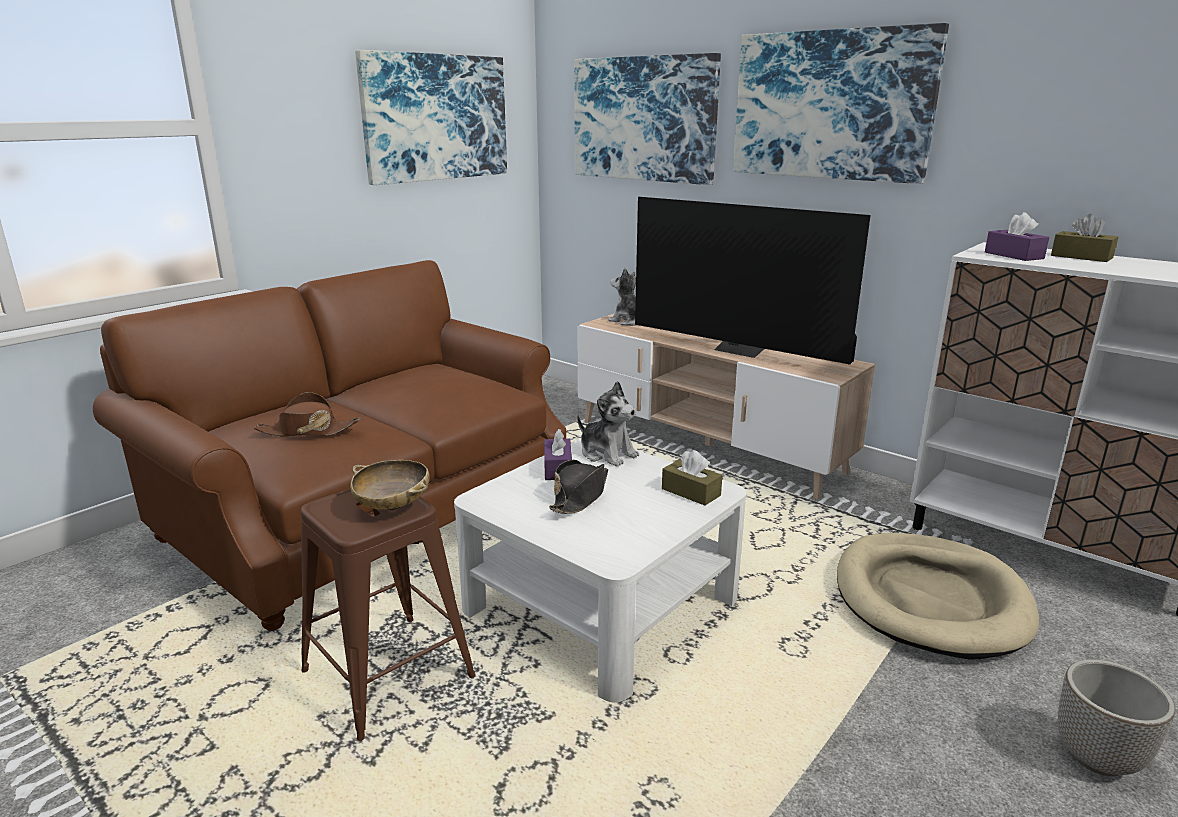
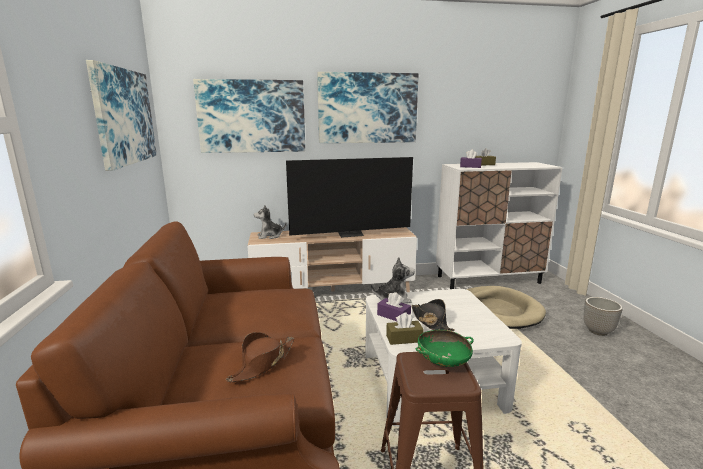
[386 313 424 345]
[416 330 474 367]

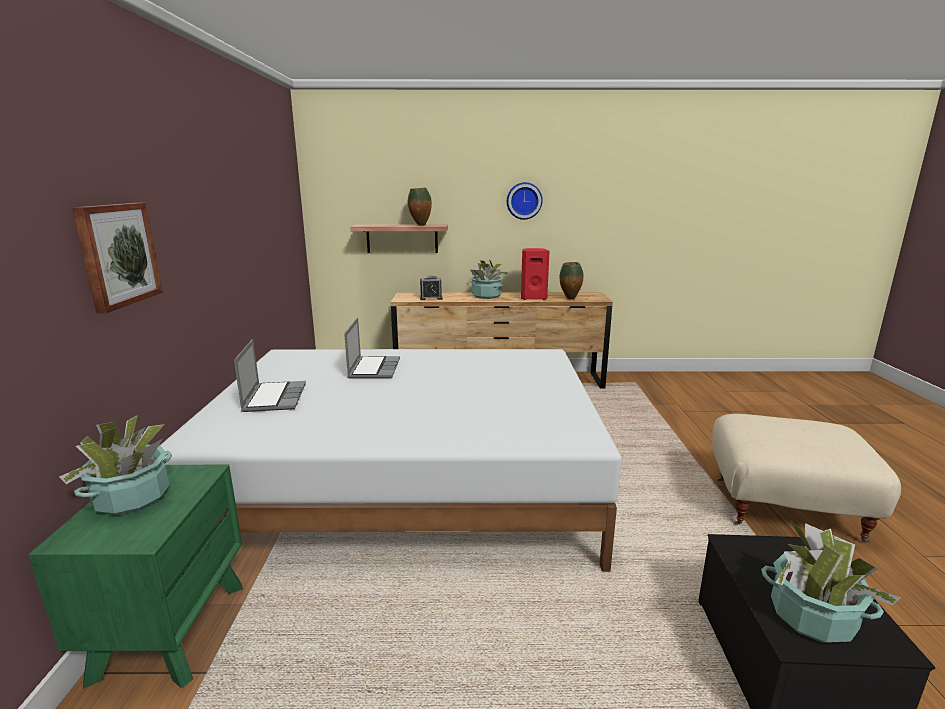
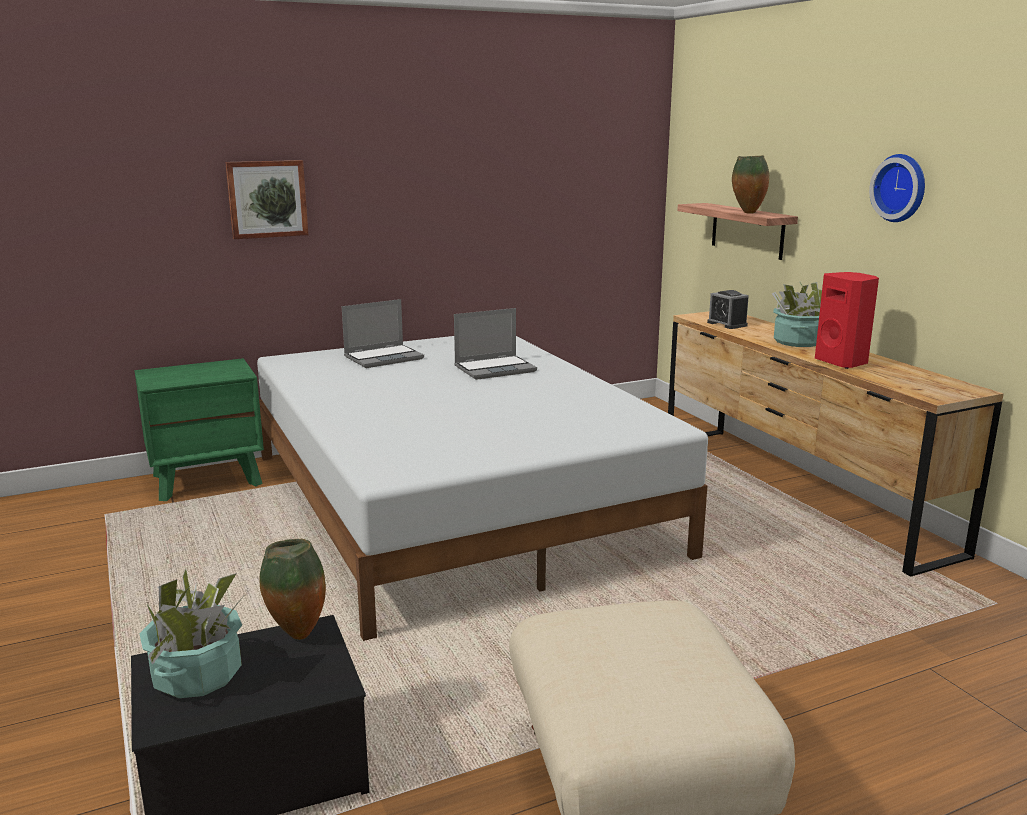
[59 415 172 515] (first image)
[260 539 326 640]

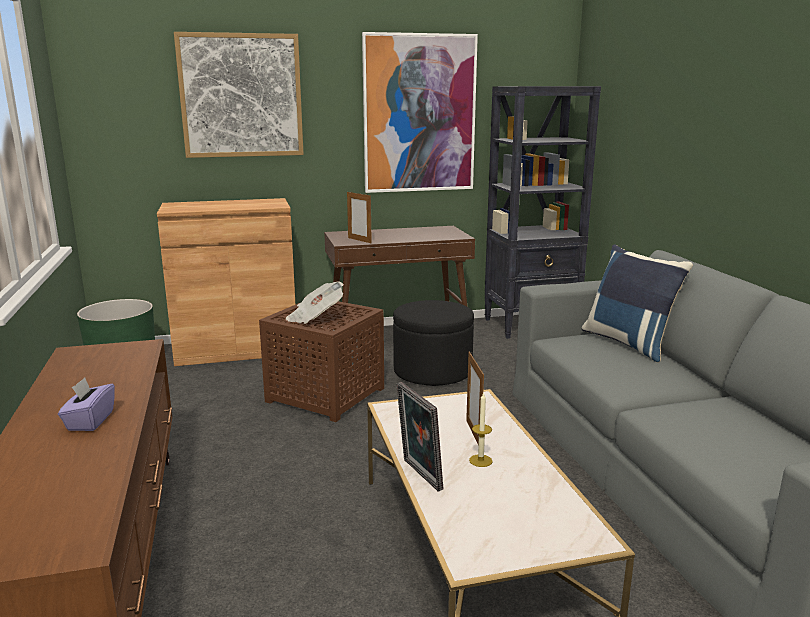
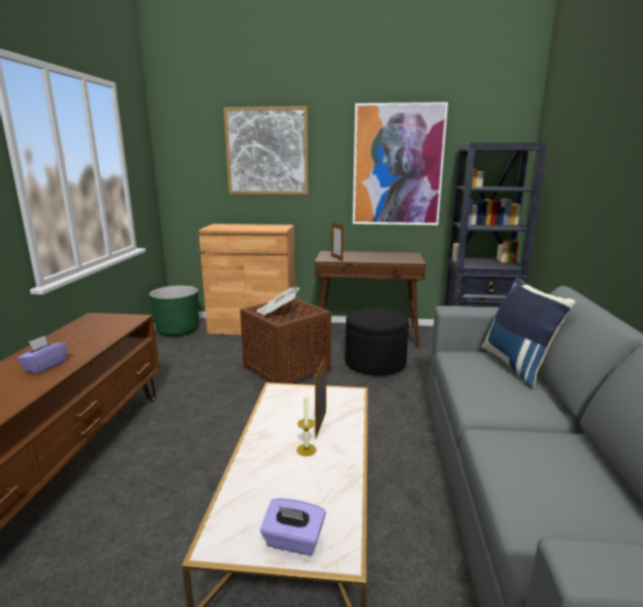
[396 382 443 491] (first image)
[260 498 326 555]

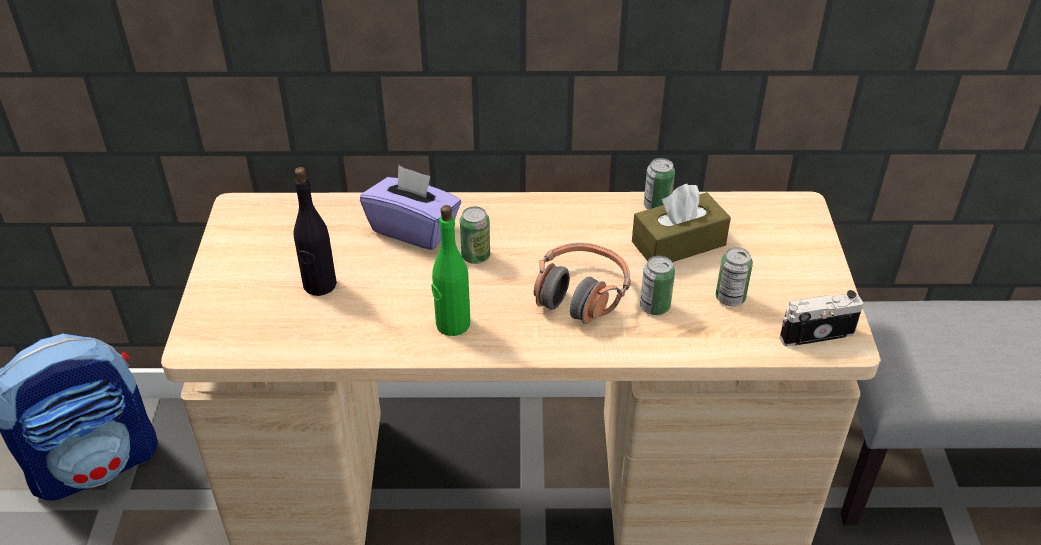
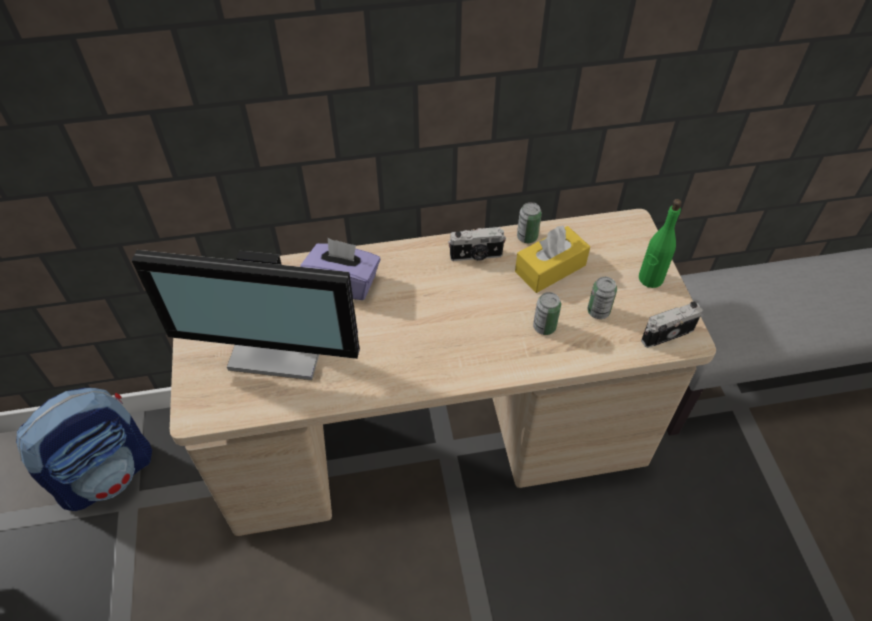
[460 206 490 264] (first image)
[534 242 631 324] (first image)
[448 227 506 261]
[639 199 682 288]
[131 250 360 380]
[515 226 590 293]

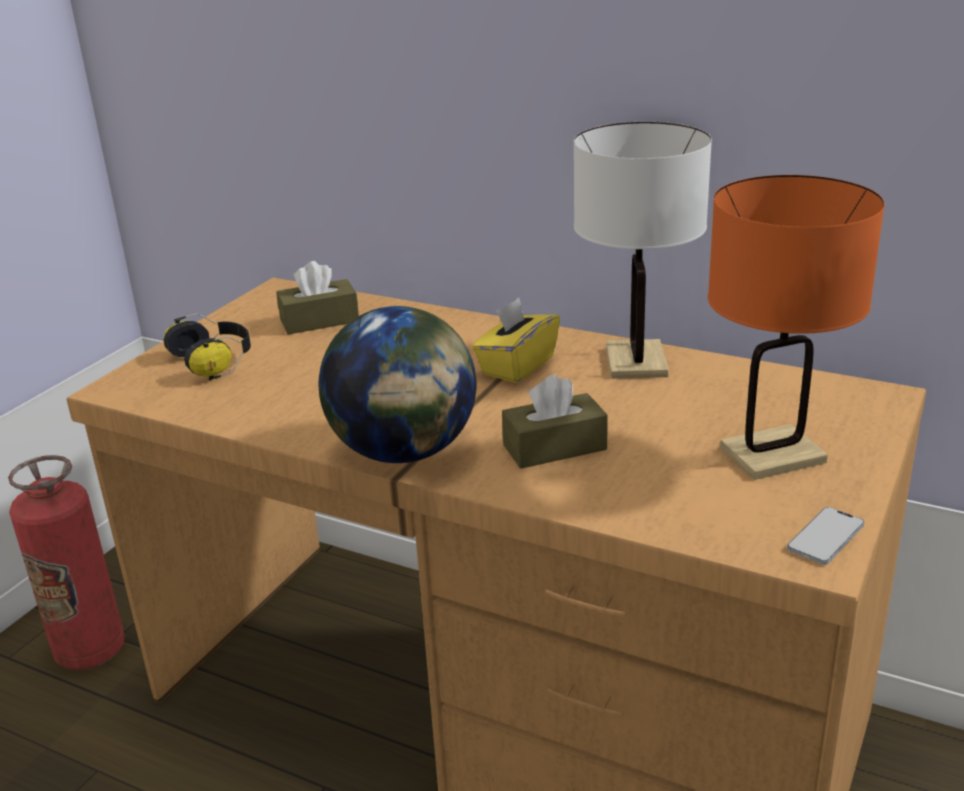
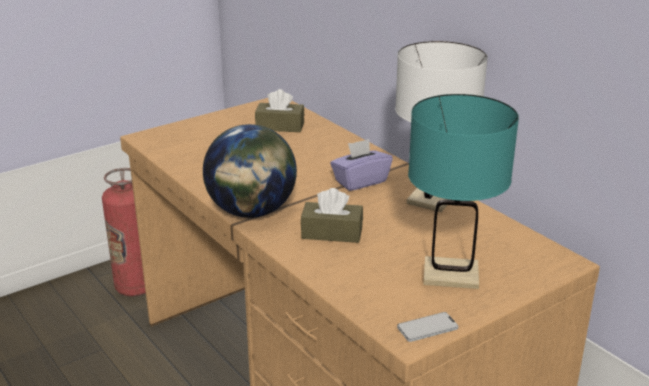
[163 313 251 380] (first image)
[330 139 393 191]
[408 94 519 289]

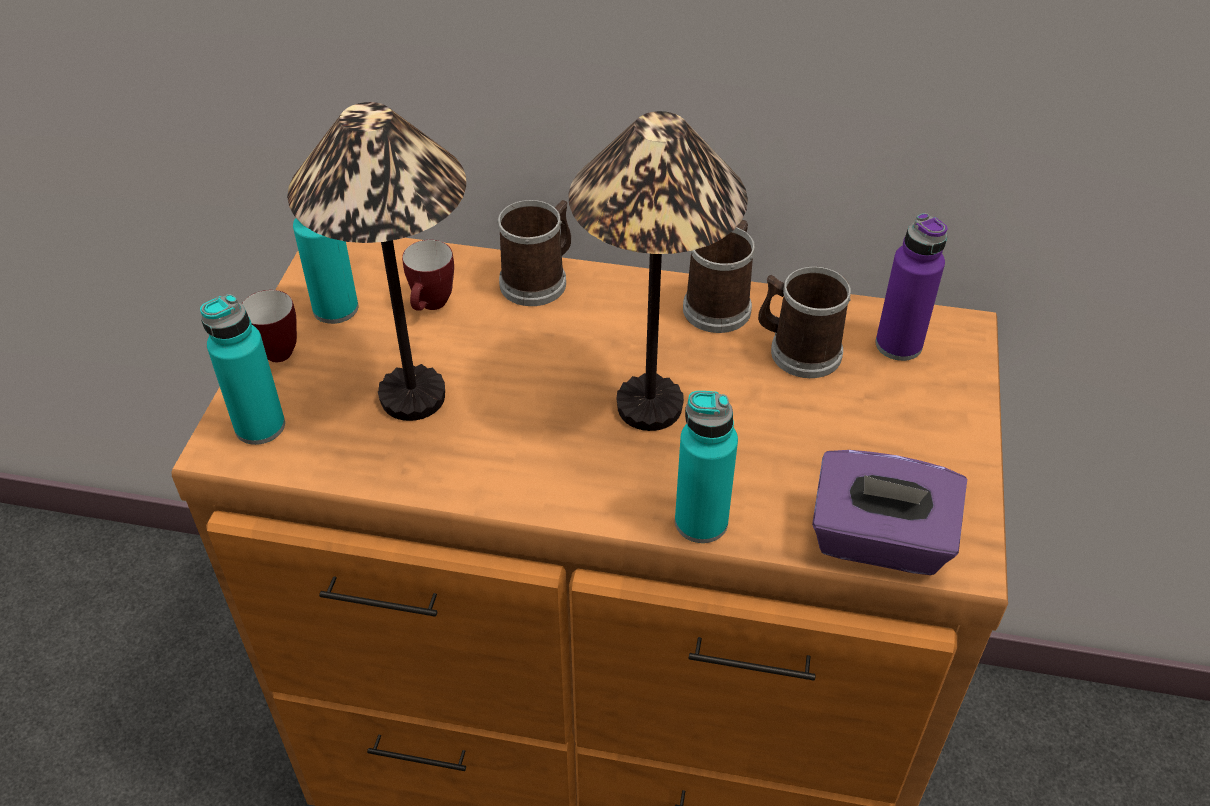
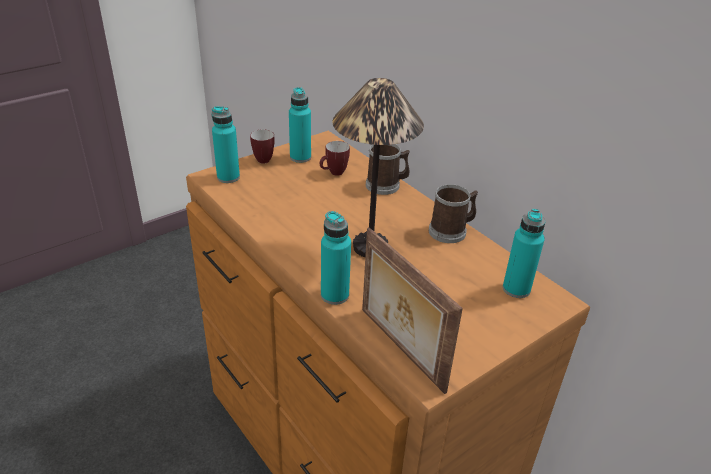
[287 102 466 421] (first image)
[758 267 851 378] (first image)
[362 228 463 394]
[503 209 545 298]

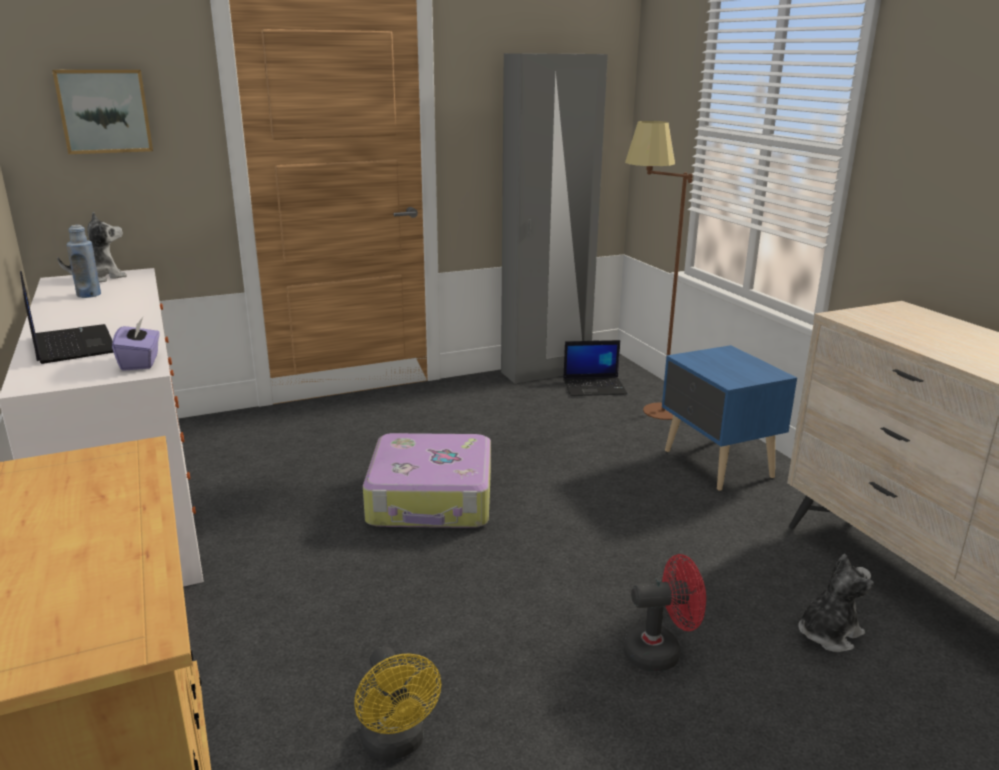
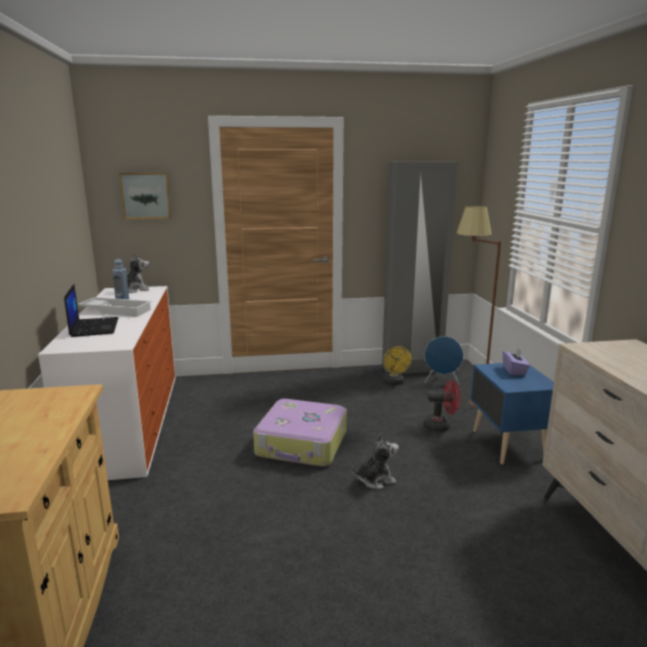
[77 297 152 317]
[503 348 530 375]
[383 346 411 385]
[424 380 460 432]
[352 433 399 489]
[425 336 463 385]

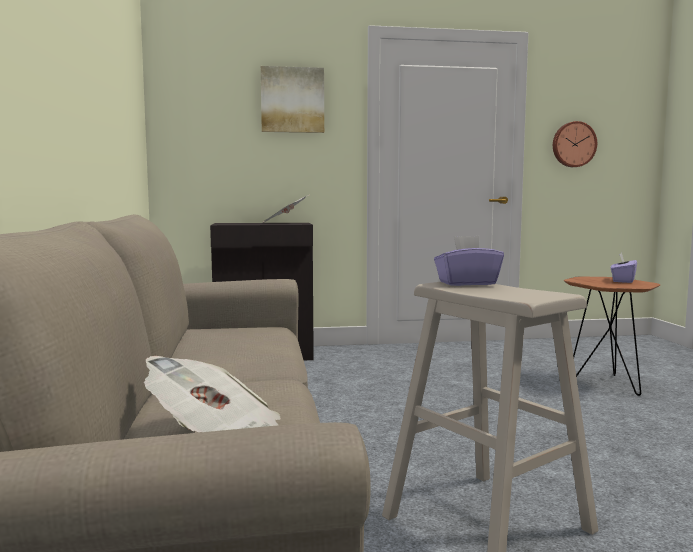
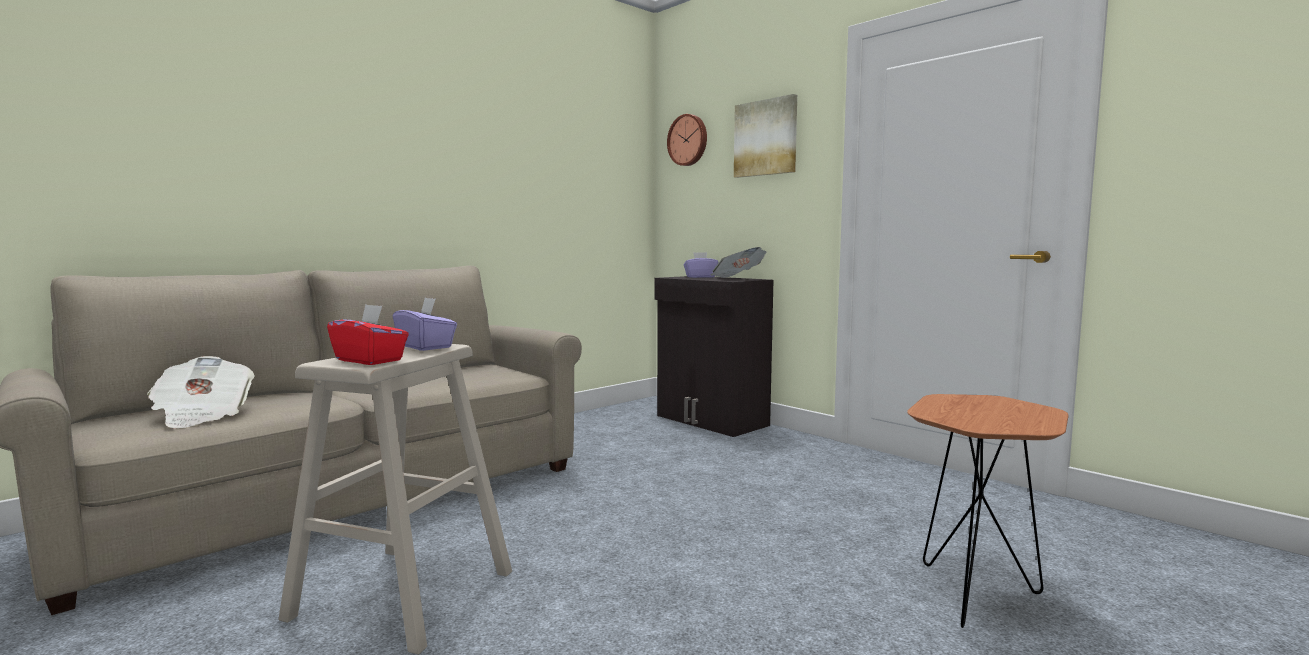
[327 304 409 365]
[667 114 707 166]
[684 252 718 278]

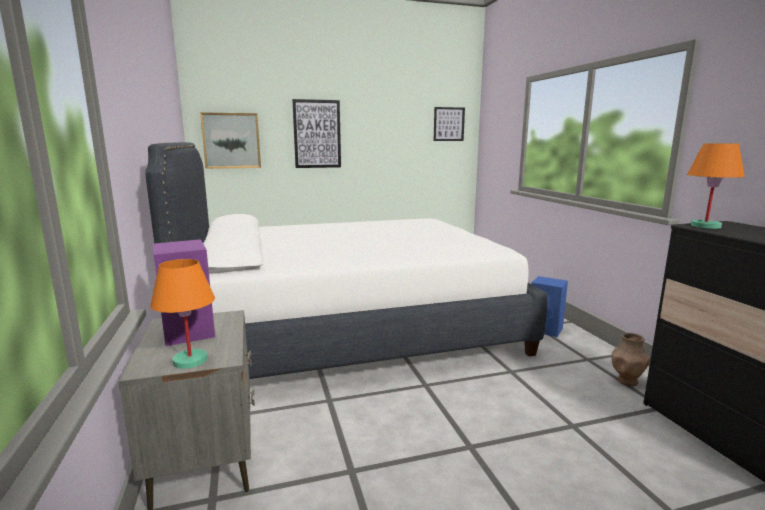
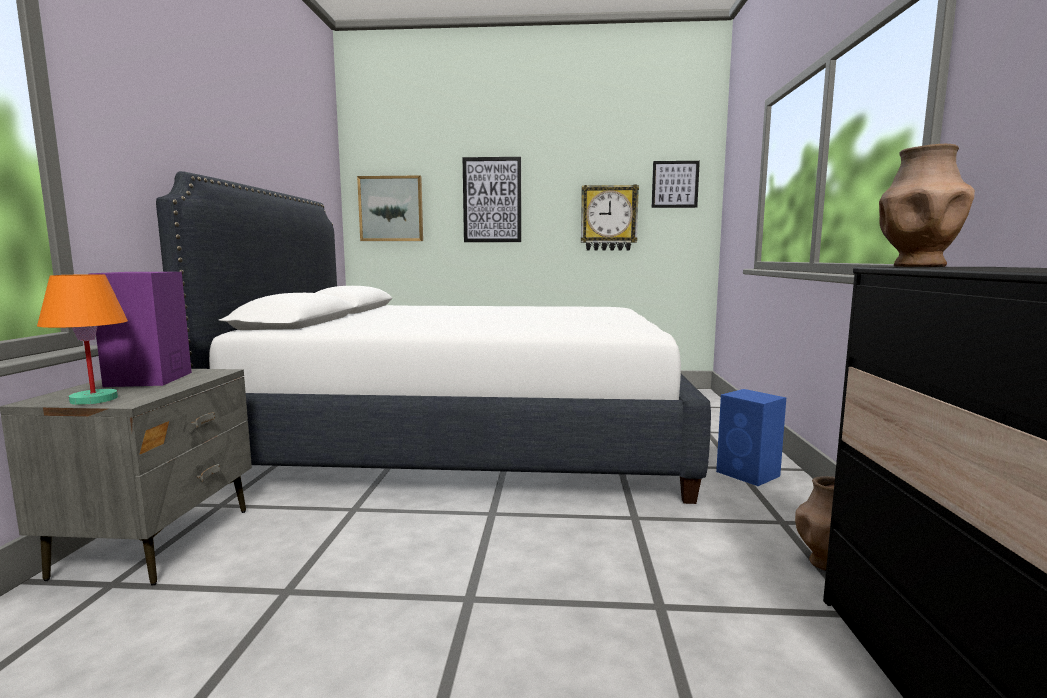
[581 185 639 251]
[879 144 975 267]

